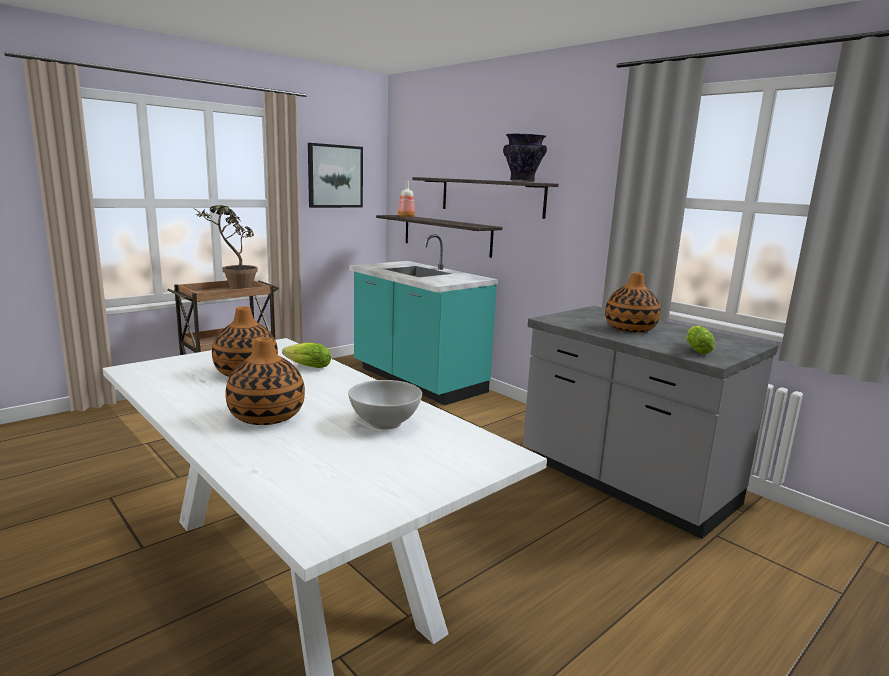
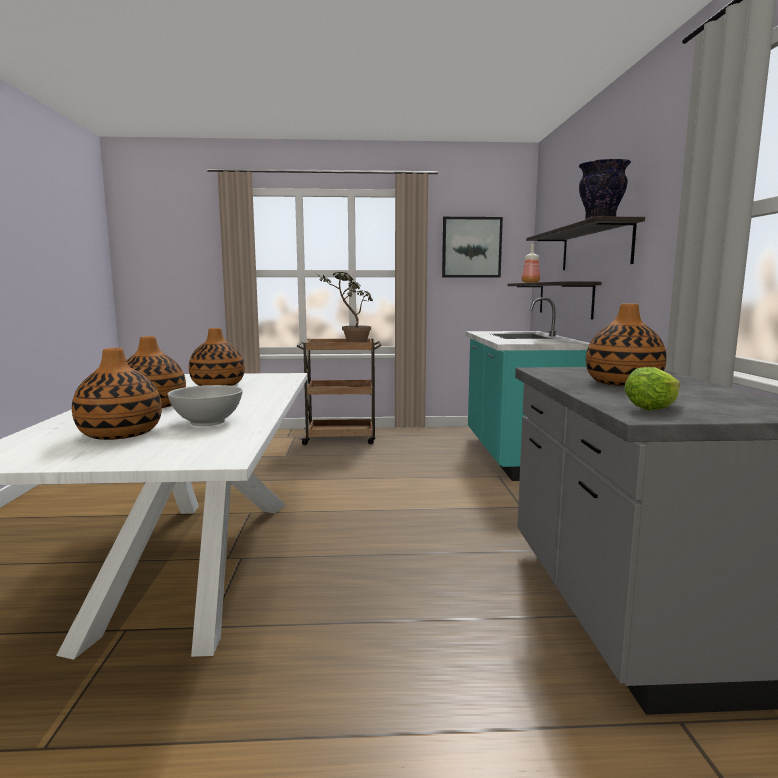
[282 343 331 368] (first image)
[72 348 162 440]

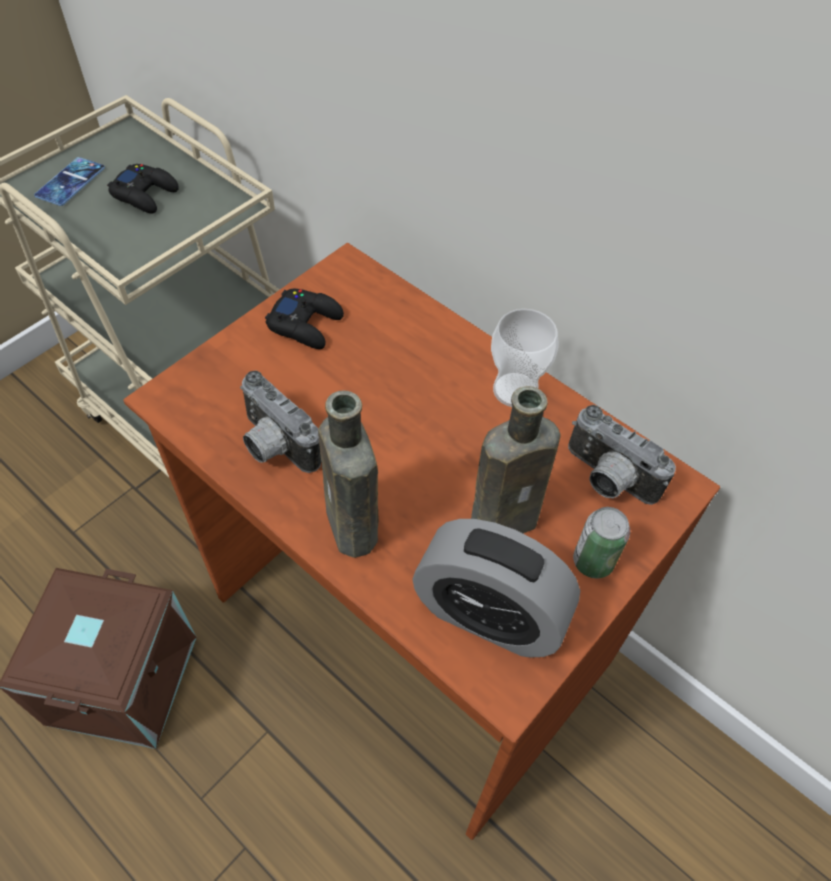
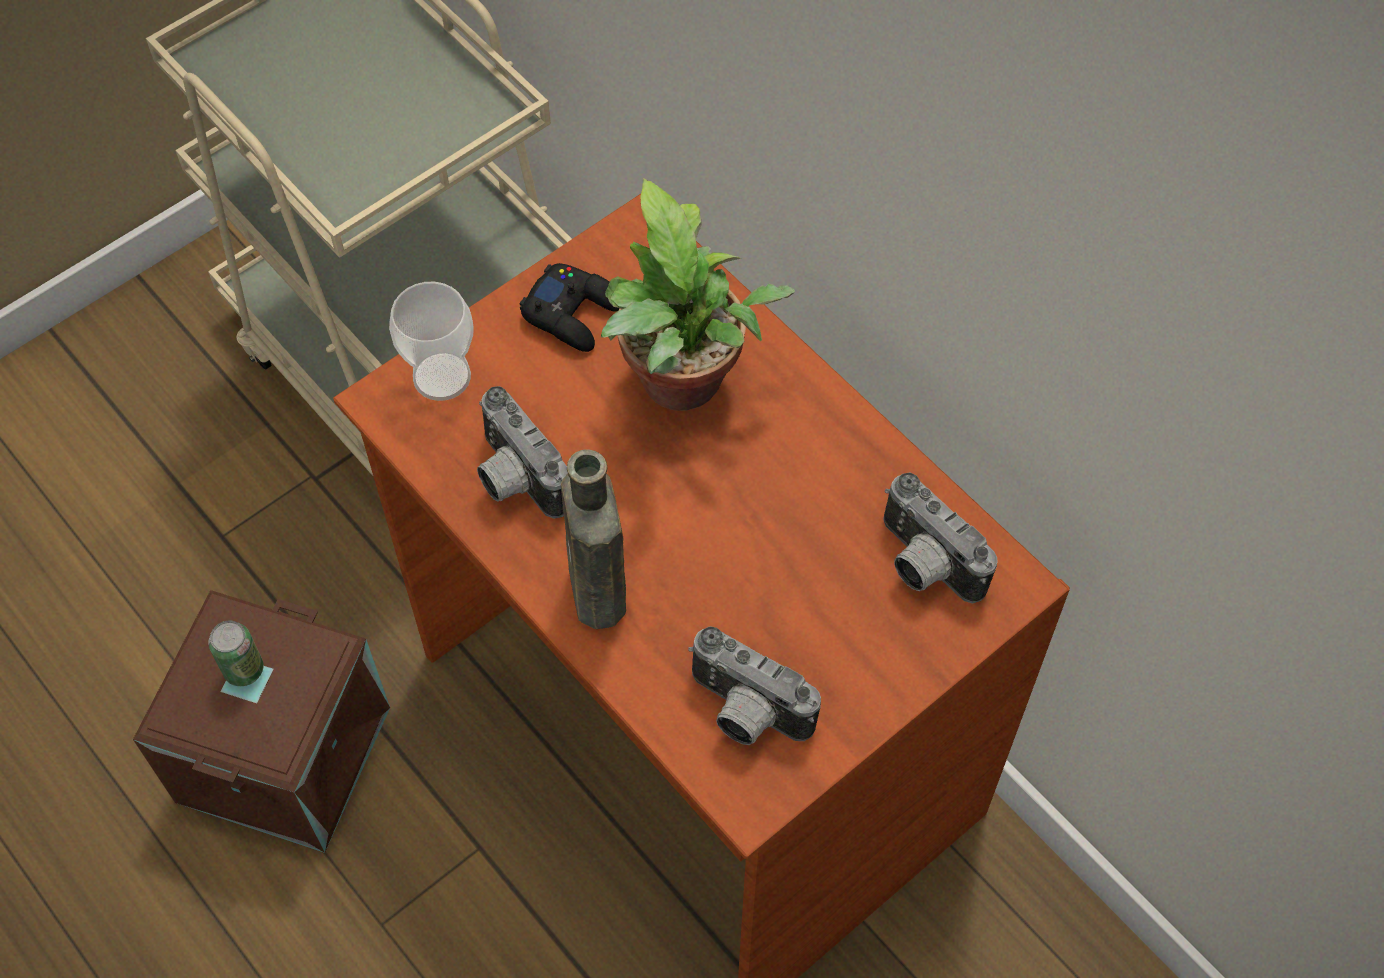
[34 157 105 206] (first image)
[107 164 179 213] (first image)
[471 386 561 533] (first image)
[601 178 795 411]
[389 282 474 401]
[209 621 264 686]
[688 626 821 745]

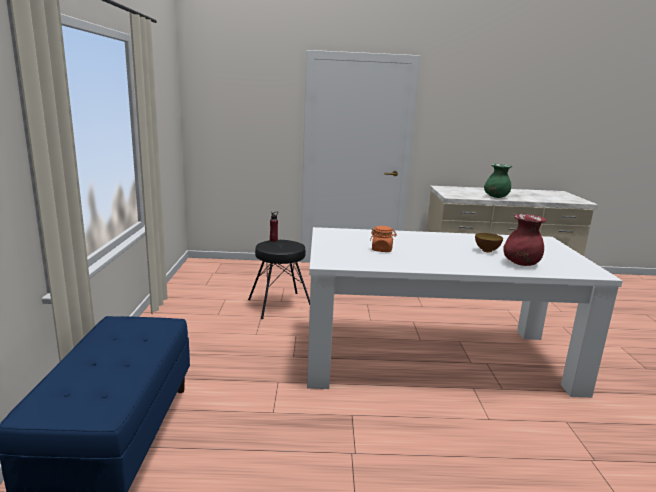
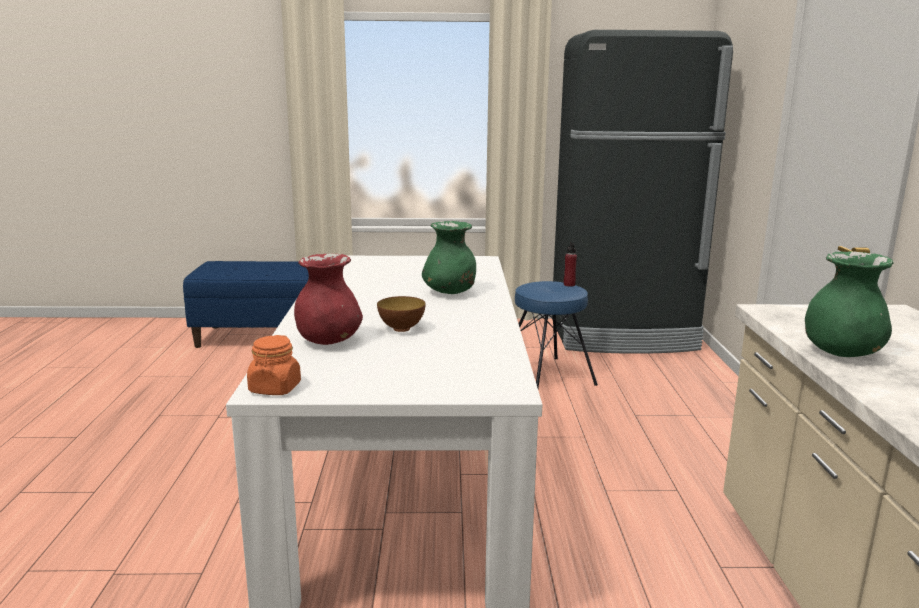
[422 221 476 294]
[551 30 733 354]
[247 335 301 395]
[515 281 598 388]

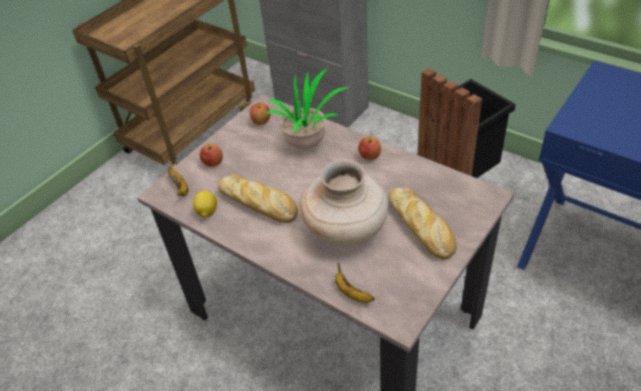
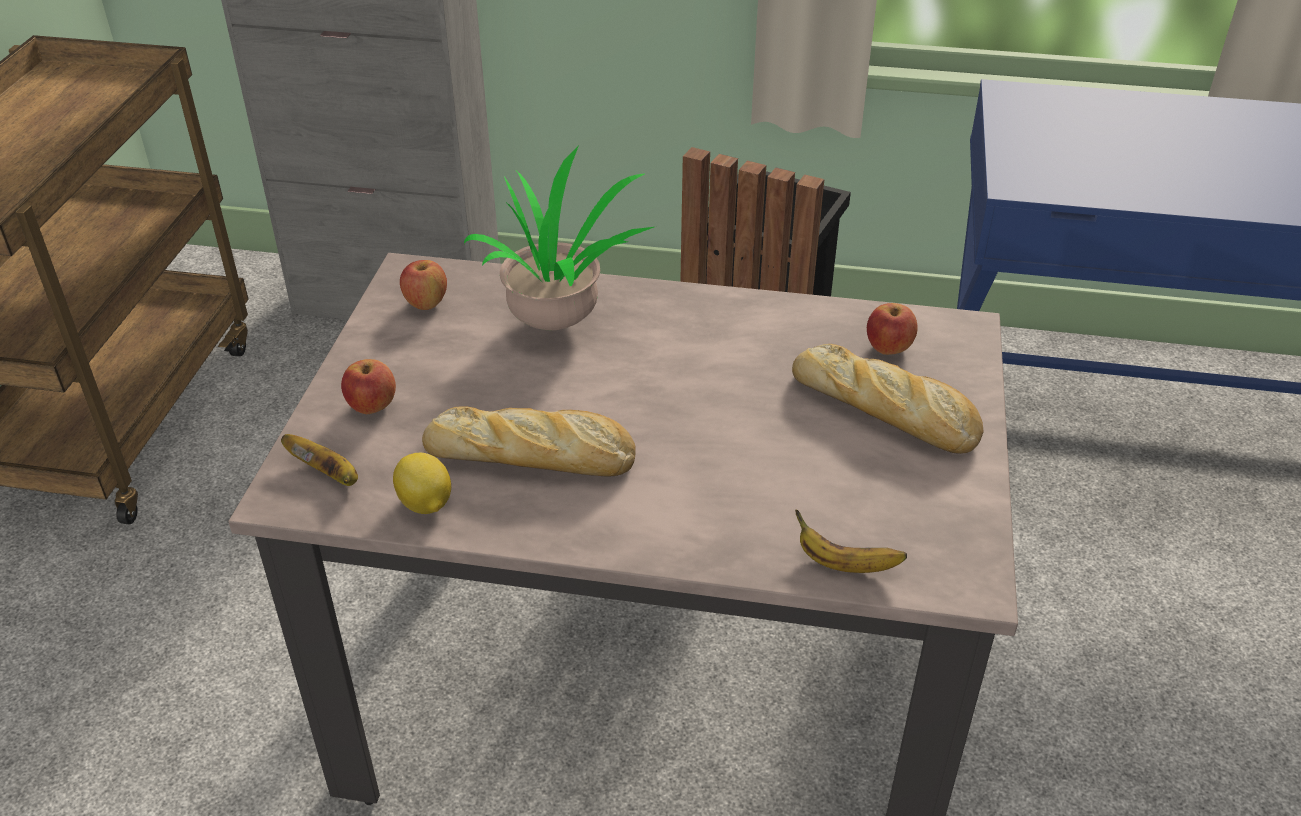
[300 160 388 247] (first image)
[867 303 918 355]

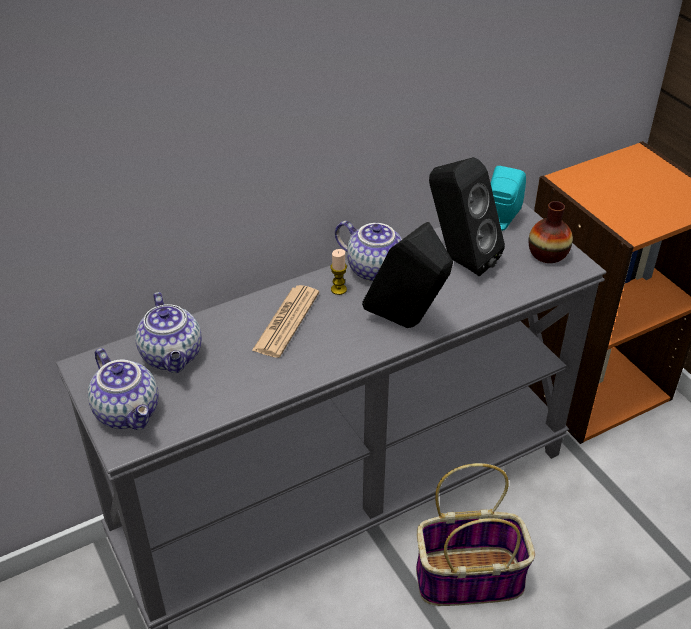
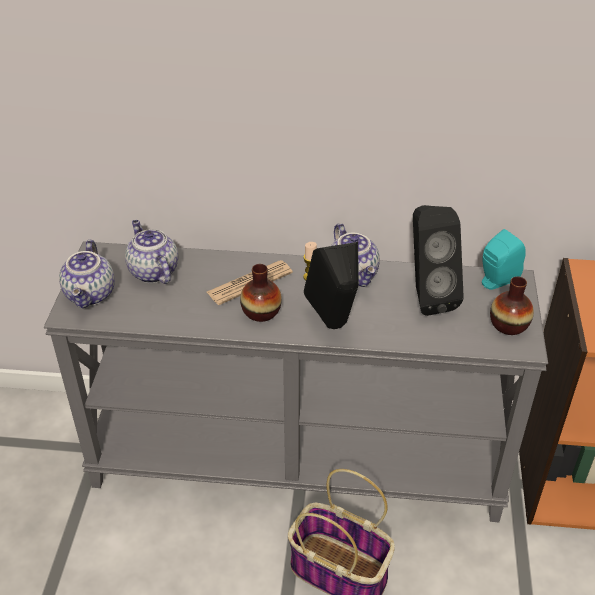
[240 264 282 322]
[125 220 178 284]

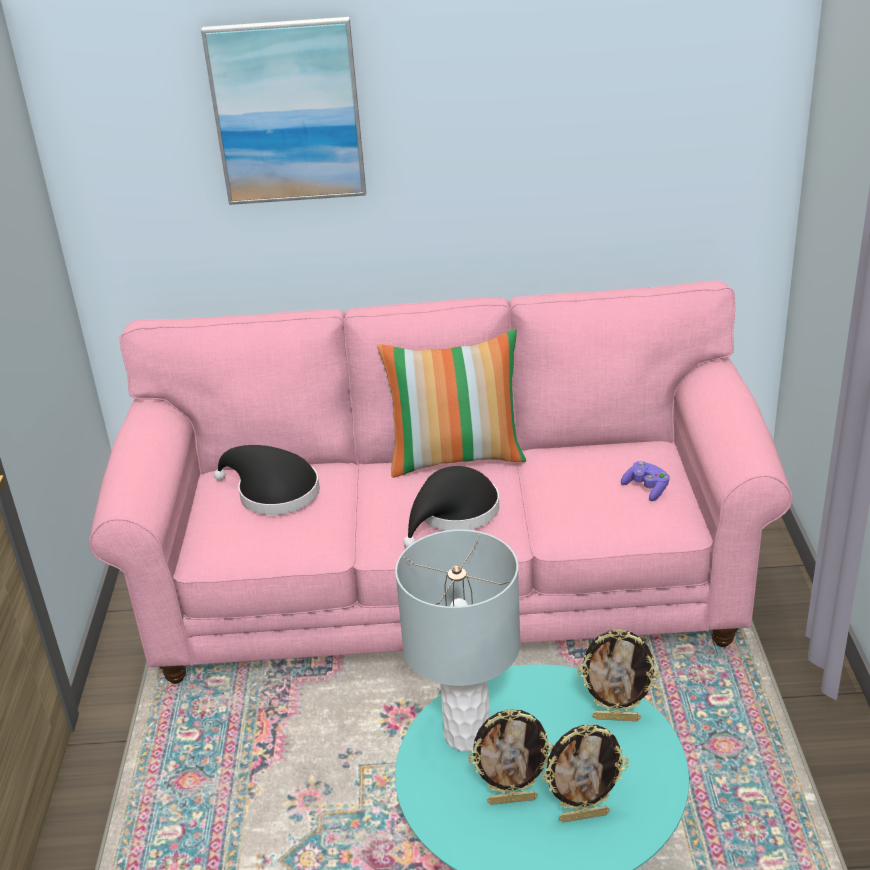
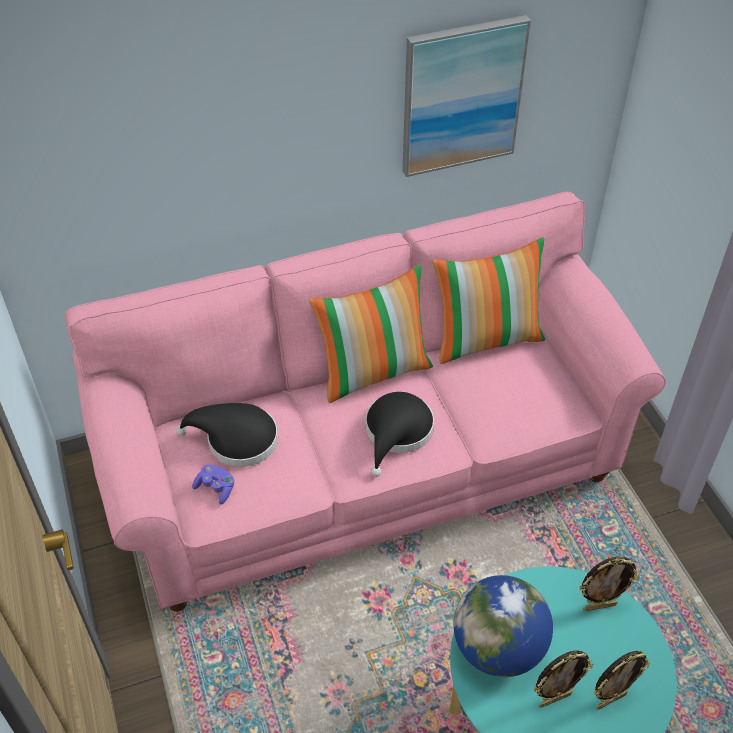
[432 237 545 364]
[403 15 531 177]
[192 464 234 505]
[454 575 553 677]

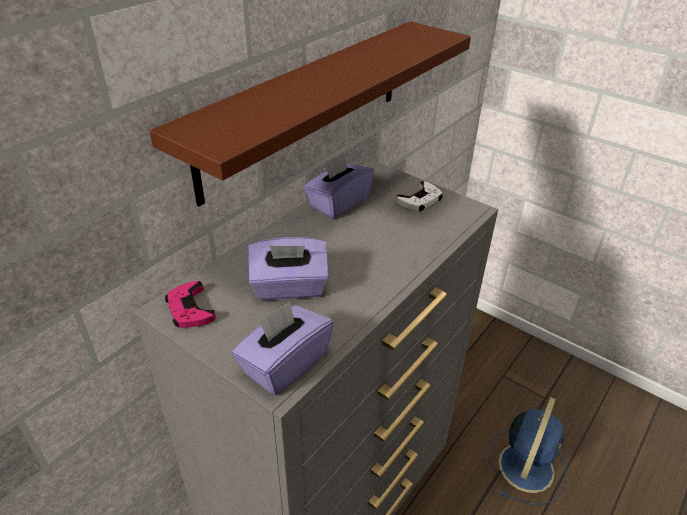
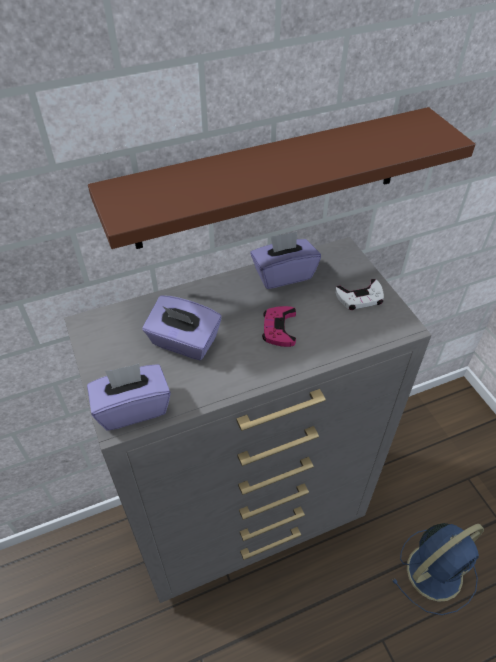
[262 306 296 347]

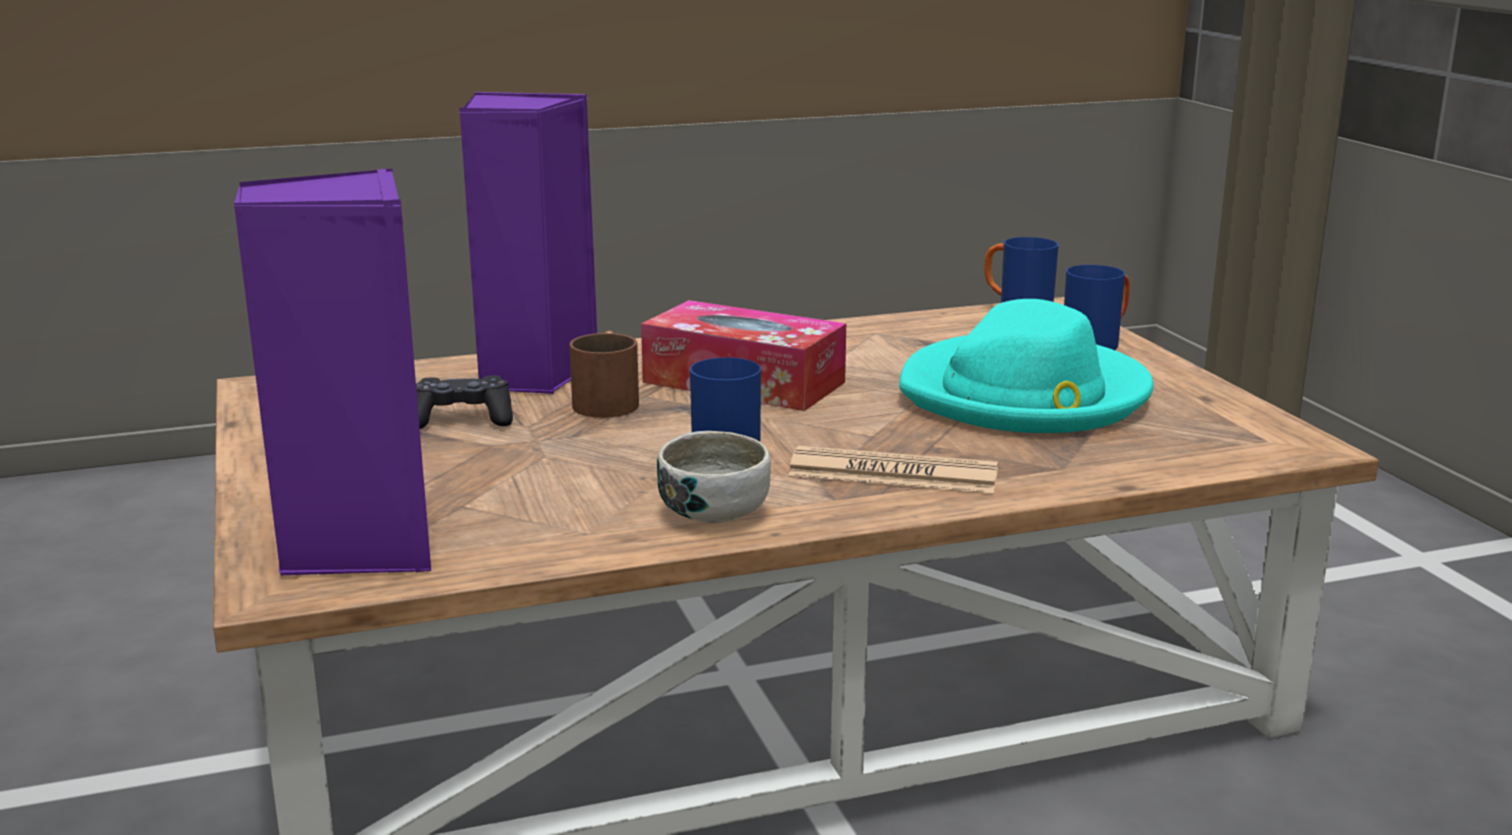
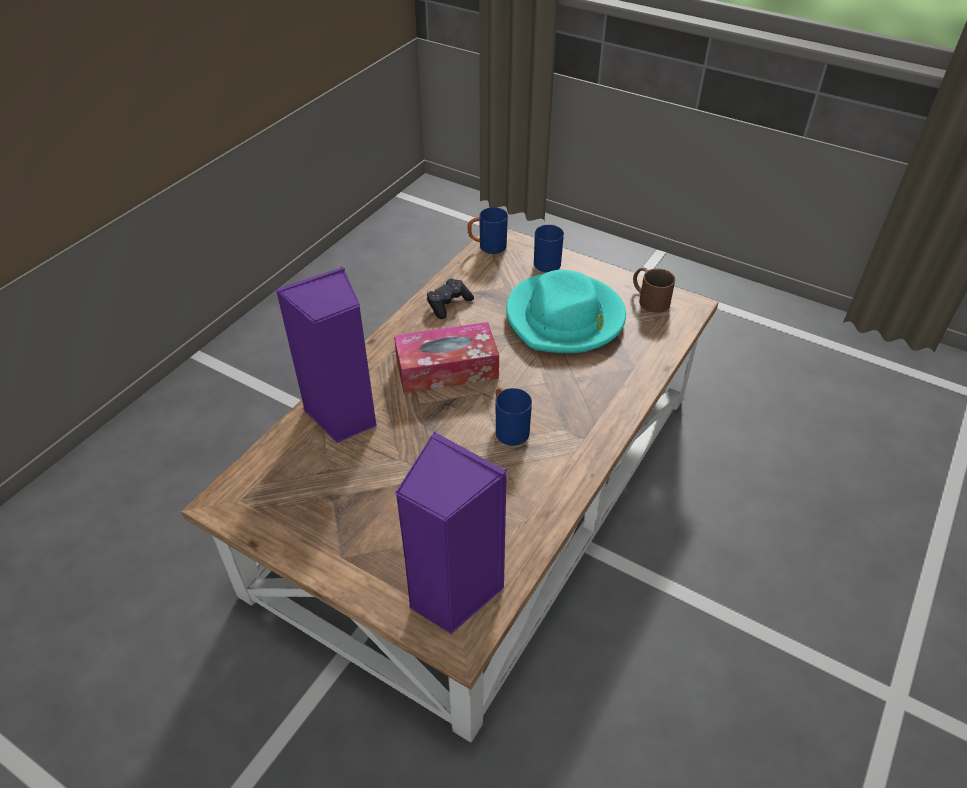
[657 431 771 523] (first image)
[788 446 998 493] (first image)
[427 278 474 319]
[633 268 676 313]

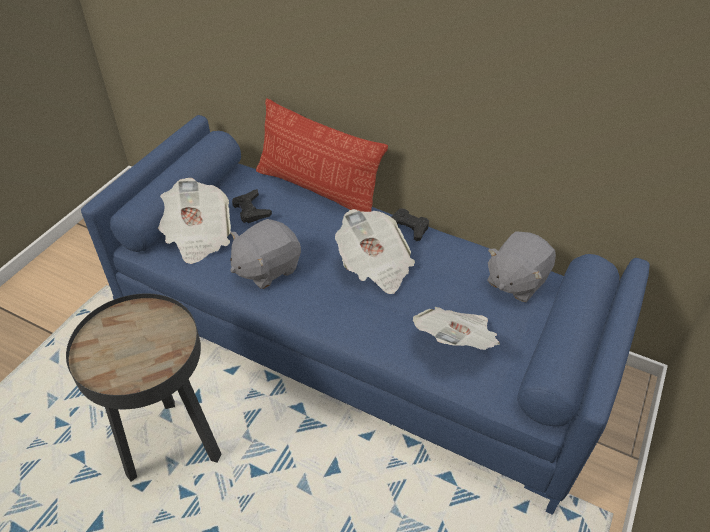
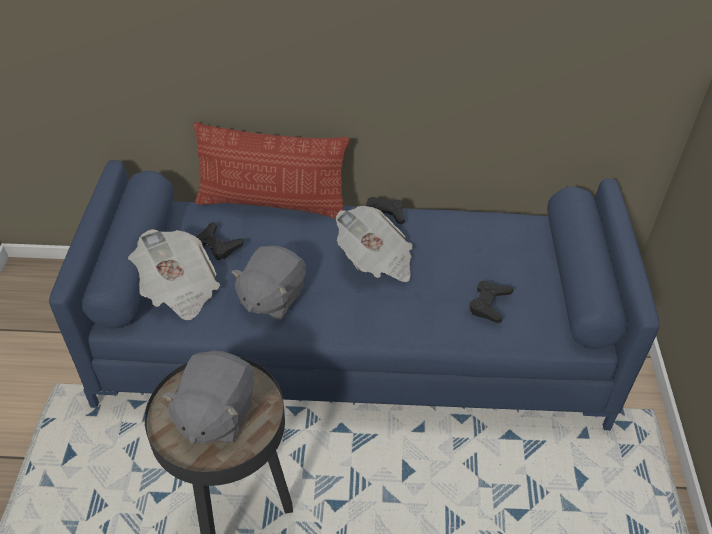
[161 350 254 444]
[469 281 514 323]

